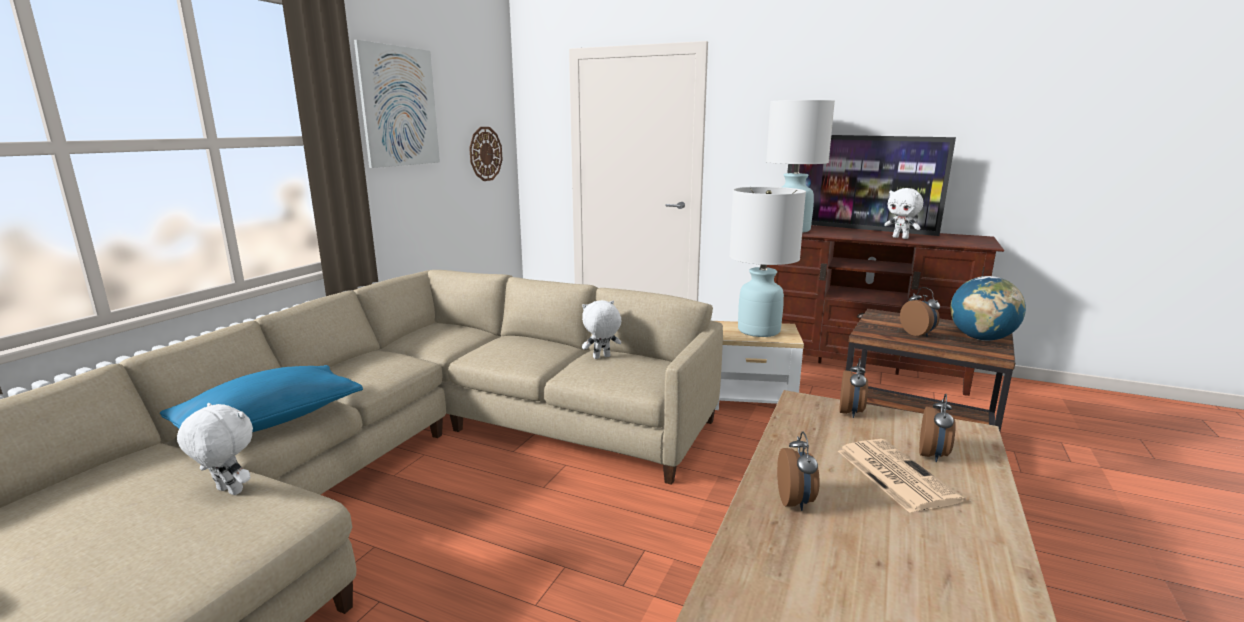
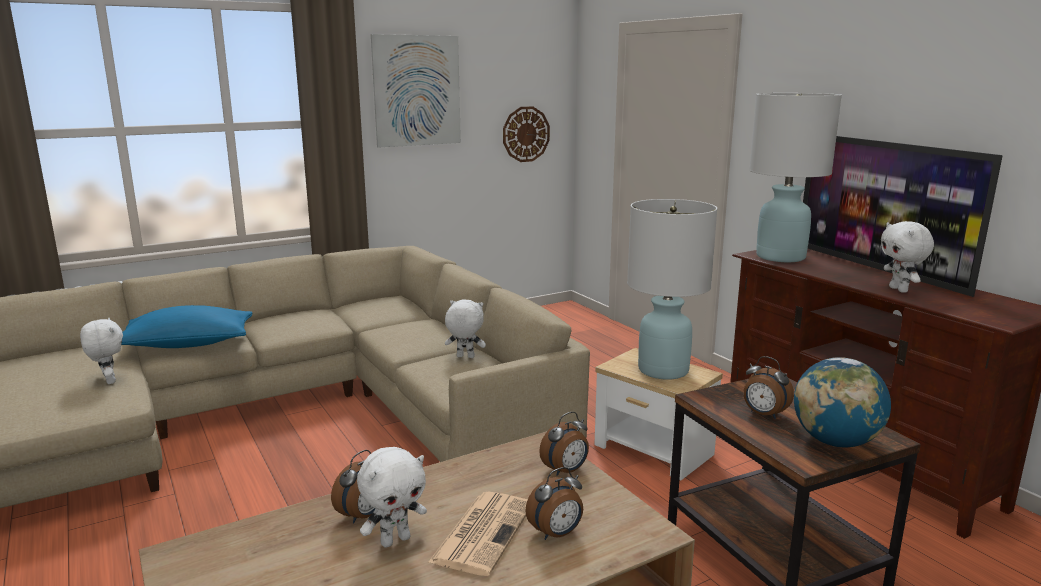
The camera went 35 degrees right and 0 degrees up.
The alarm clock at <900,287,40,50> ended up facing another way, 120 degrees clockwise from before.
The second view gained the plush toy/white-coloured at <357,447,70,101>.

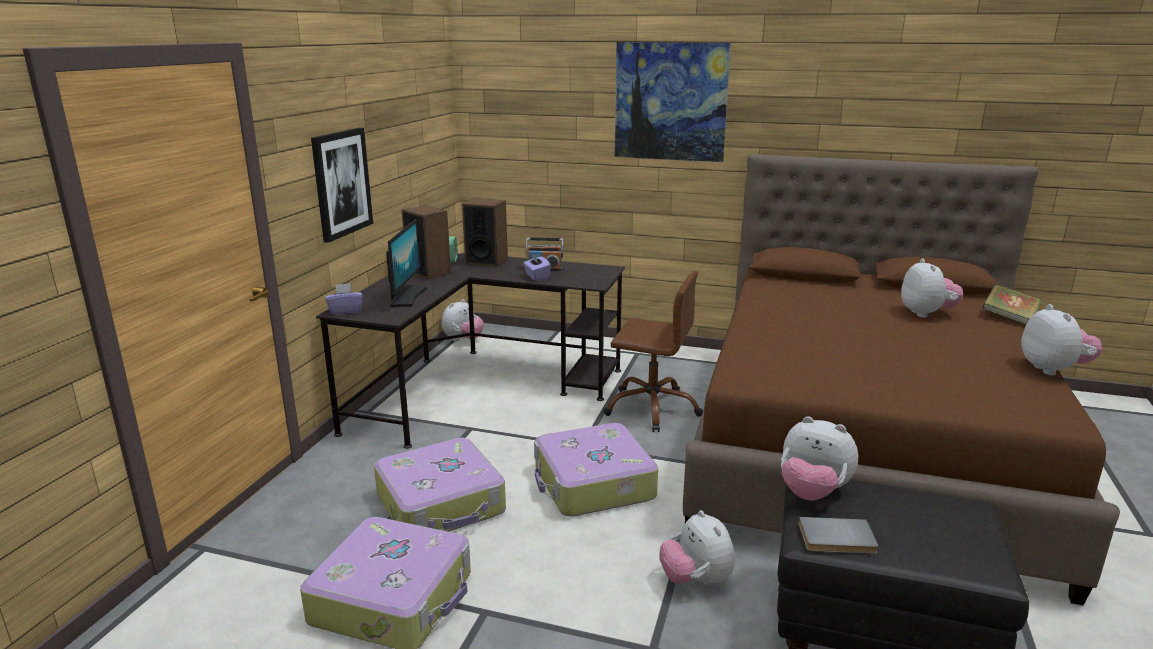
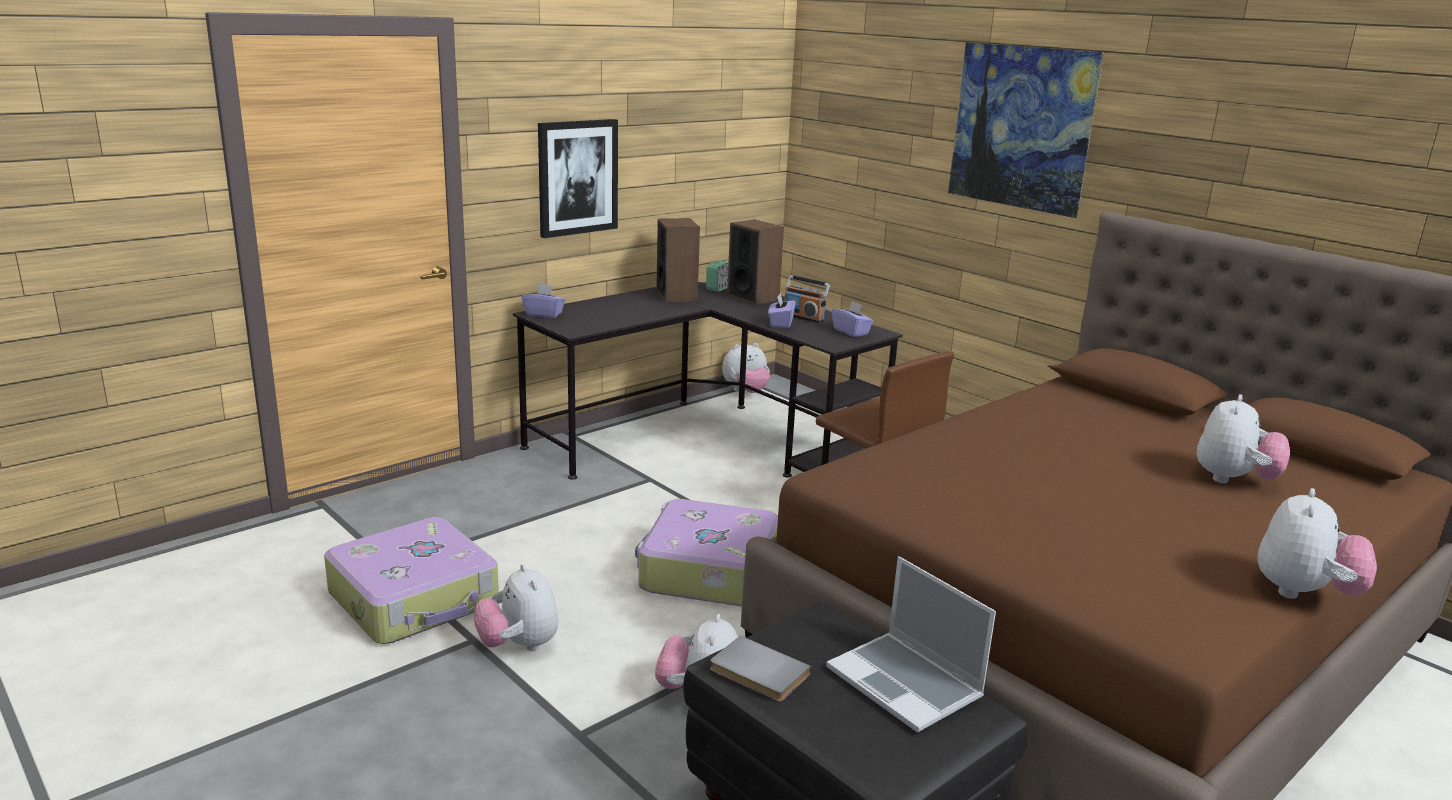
The camera went 30 degrees right and 0 degrees up.
The second view lost the monitor at <386,219,41,88>.
The second view lost the book at <982,284,61,40>.
The plush toy ended up elsewhere, having gone from <781,416,77,85> to <474,564,84,87>.
The second view lost the piece of luggage at <374,438,132,94>.
The second view gained the box of tissues/purple-coloured at <832,301,42,36>.
The second view gained the laptop at <826,556,170,176>.

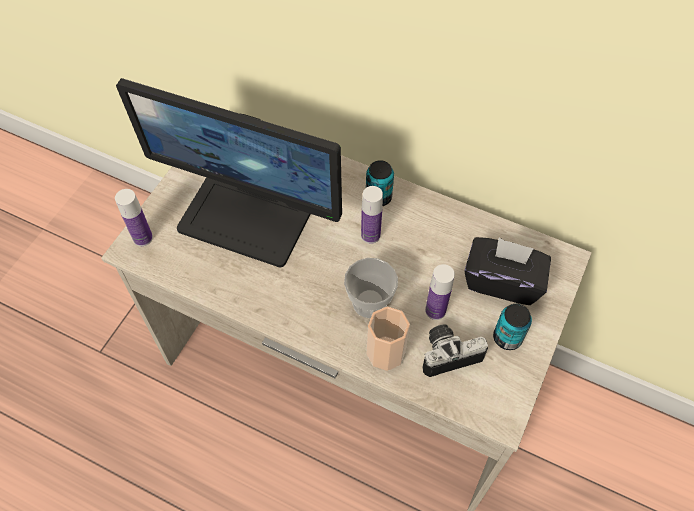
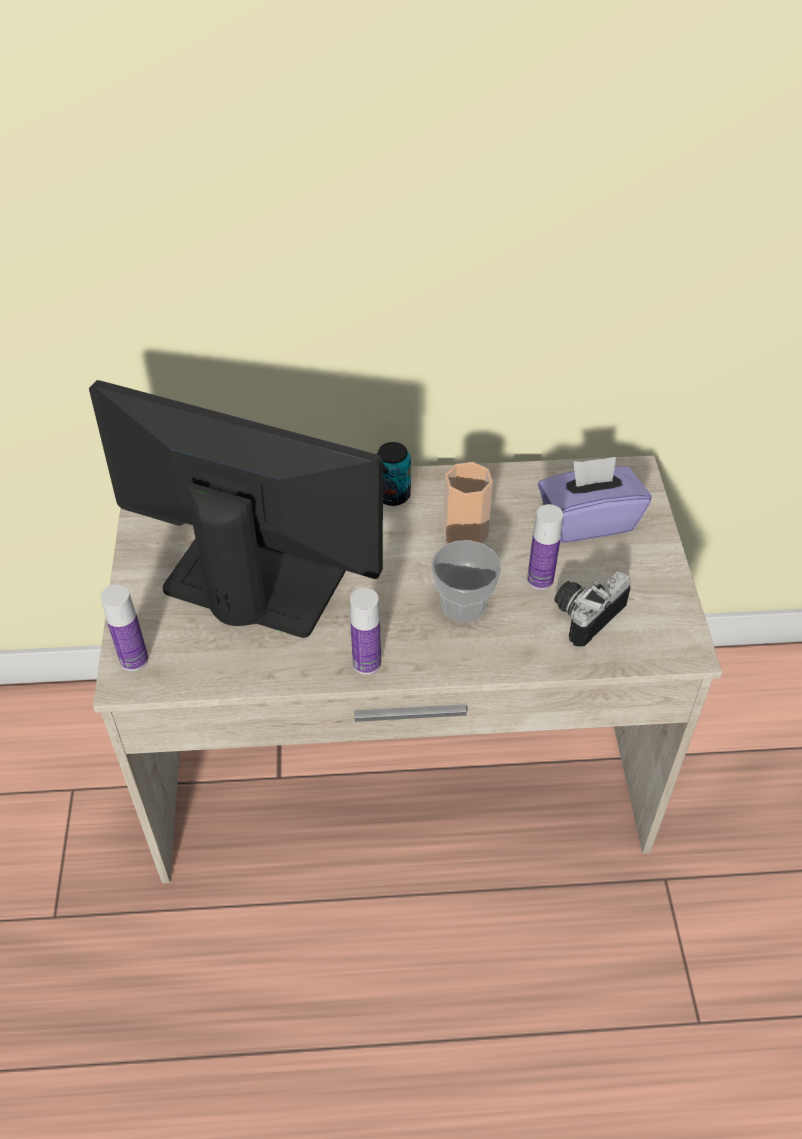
The camera went 30 degrees left and 10 degrees down.
The monitor at <116,78,226,189> ended up facing another way, 150 degrees counterclockwise from before.
The drink bottle ended up elsewhere, having gone from <361,186,22,58> to <350,588,31,87>.
What was the box of tissues/blackish at <464,237,87,68> turned into the box of tissues/purple-coloured at <538,457,113,86>.
The second view lost the sealed can at <493,304,39,46>.
The cup ended up elsewhere, having gone from <366,306,44,65> to <443,462,50,81>.

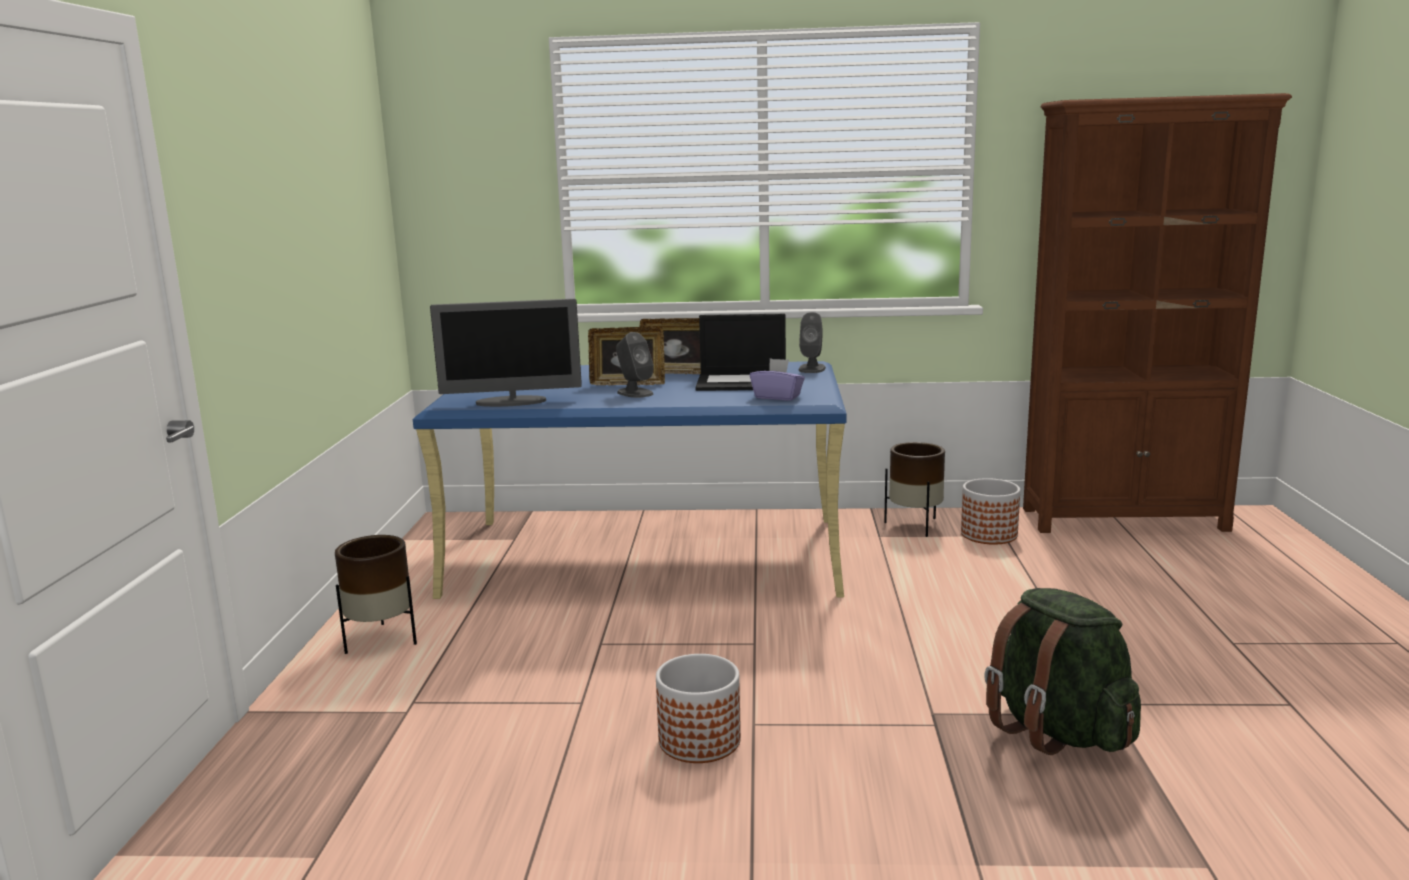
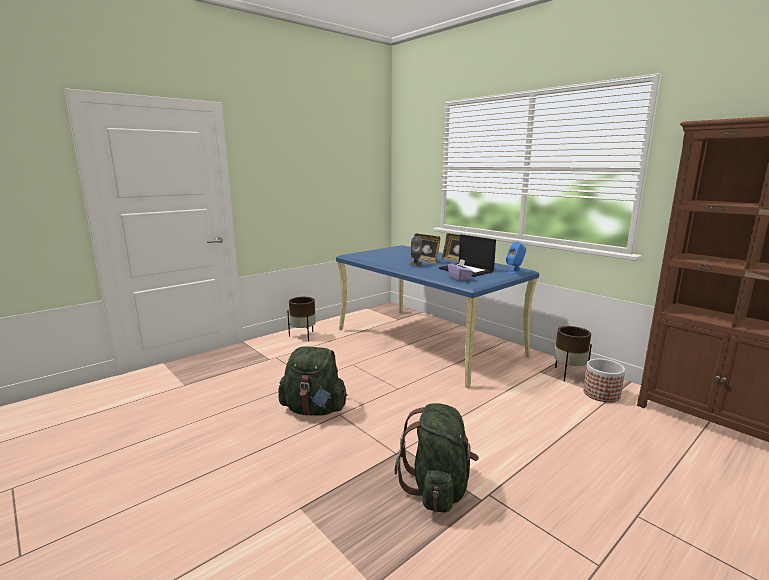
The camera went 45 degrees right and 0 degrees up.
The second view lost the monitor at <430,299,152,108>.
What was the speaker/greyish at <799,312,27,61> turned into the speaker/blue-coloured at <506,242,20,32>.
Where the flower pot stood at <656,654,85,109>, the rucksack/green-coloured came to stand at <278,346,70,70>.

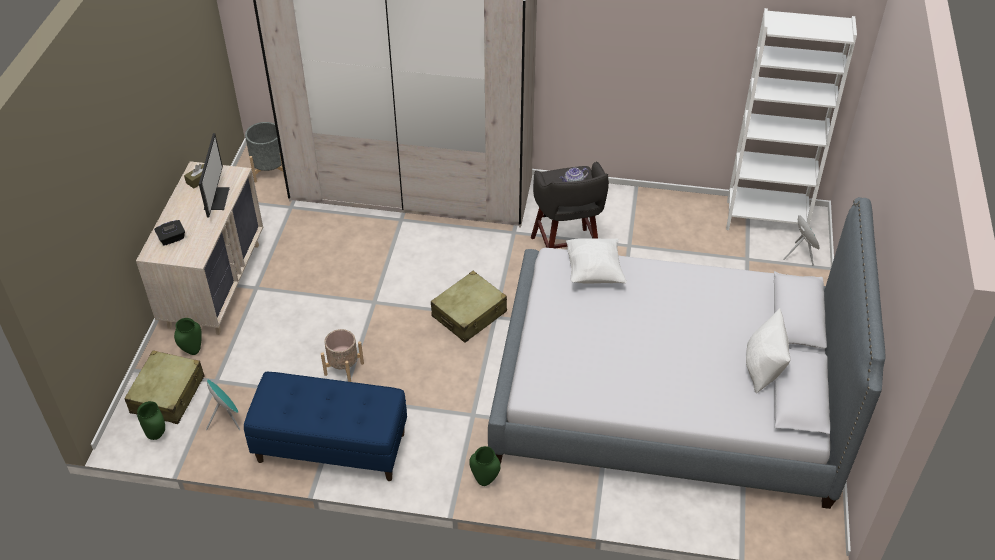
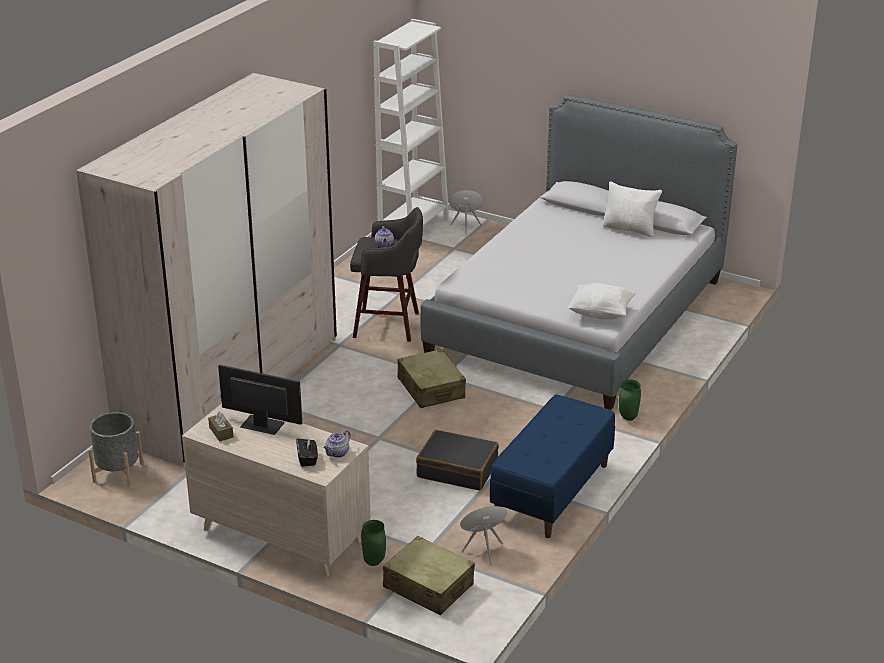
The camera went 70 degrees left and 15 degrees down.
The throw pillow/white-coloured ended up elsewhere, having gone from <566,238,61,46> to <568,283,68,37>.
Where the flower pot/beige stood at <321,329,43,53>, the piece of luggage/blackish came to stand at <416,430,83,61>.
The second view lost the flower vase/green-coloured at <137,401,28,39>.
The second view gained the pot for tea at <324,430,27,28>.

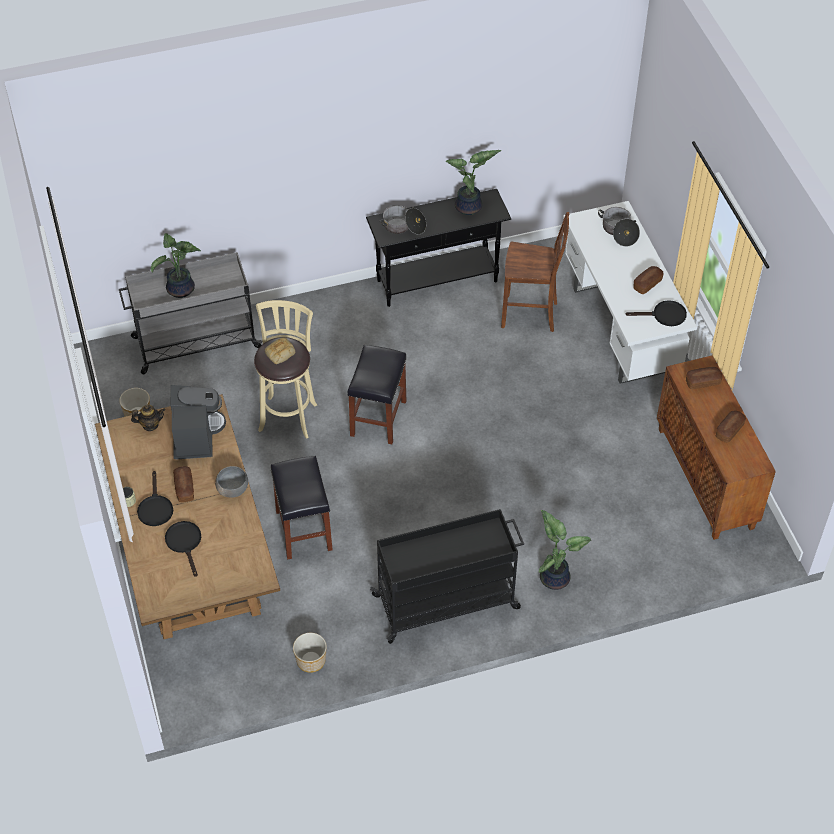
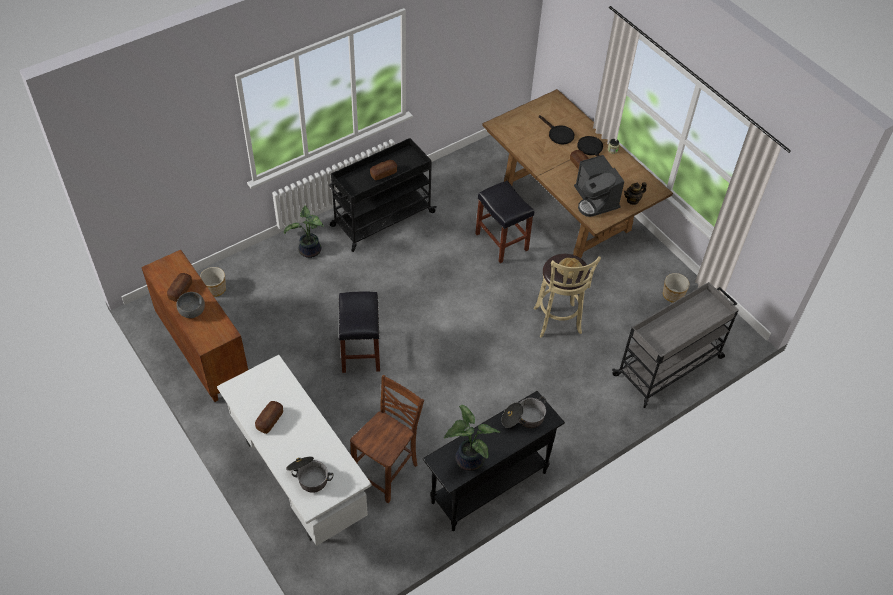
The camera went 160 degrees right and 0 degrees up.
The plain chair/brown-coloured at <501,212,68,120> ended up facing another way, 135 degrees clockwise from before.
The second view lost the potted plant at <151,233,50,65>.
The second view lost the pan/blackish at <625,300,62,26>.
The sitting stool/blackish ended up elsewhere, having gone from <347,345,60,99> to <339,292,41,81>.
The baked bread ended up elsewhere, having gone from <686,367,37,22> to <370,160,27,20>.
The bowl/greyish ended up elsewhere, having gone from <215,466,33,31> to <176,292,29,26>.
The flower pot ended up elsewhere, having gone from <293,633,34,40> to <200,267,26,30>.

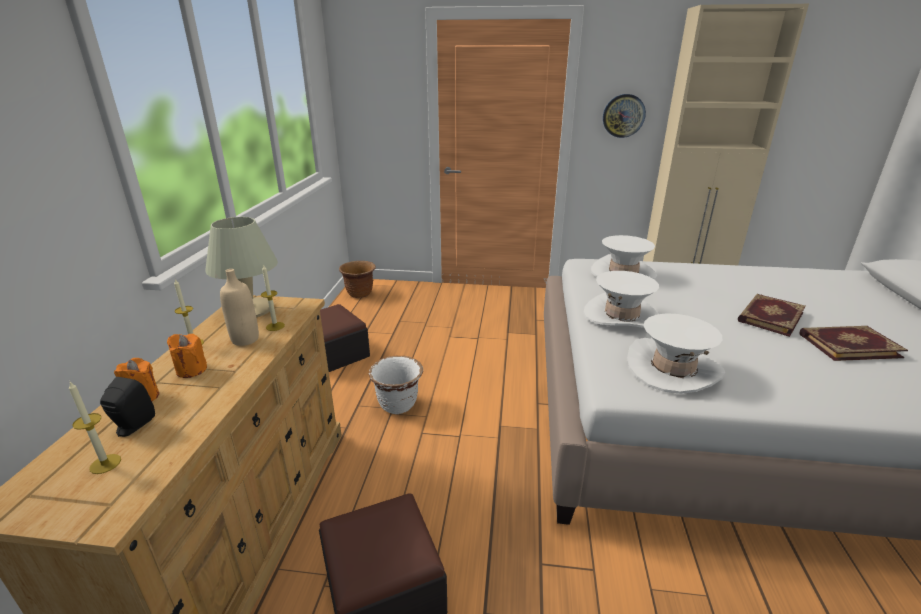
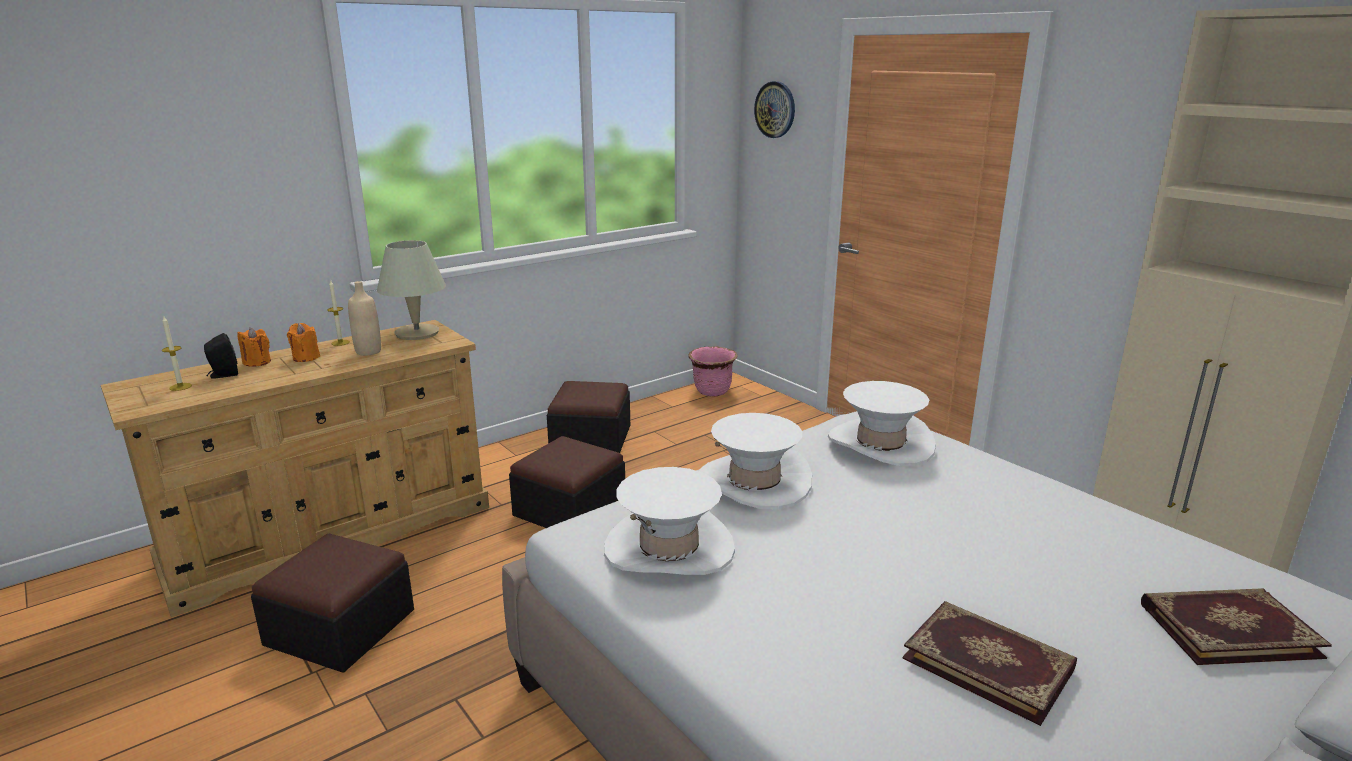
The camera went 45 degrees right and 5 degrees down.
The wall clock ended up elsewhere, having gone from <603,94,43,44> to <754,81,41,57>.
What was the flower pot/brown-coloured at <339,261,37,37> turned into the flower pot/pink-coloured at <688,346,49,51>.
The second view lost the candle at <261,264,24,67>.
The book ended up elsewhere, having gone from <738,294,67,43> to <1141,588,191,77>.
Where the flower pot/white-coloured stood at <369,356,54,58>, the footrest came to stand at <509,436,116,92>.

